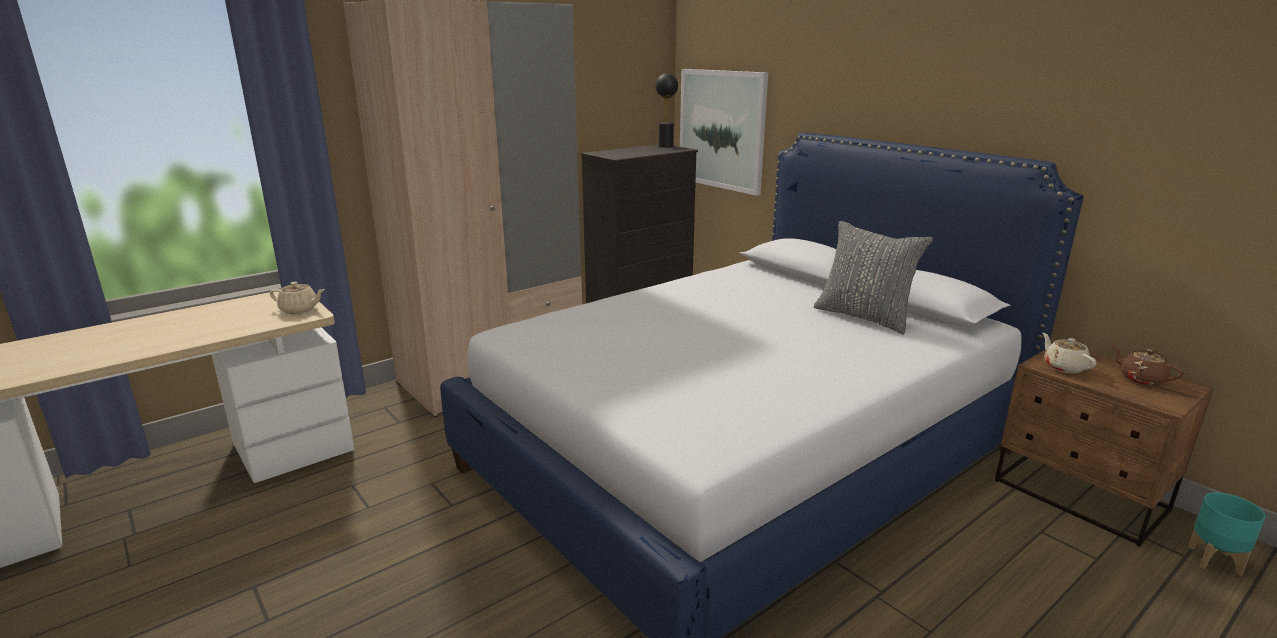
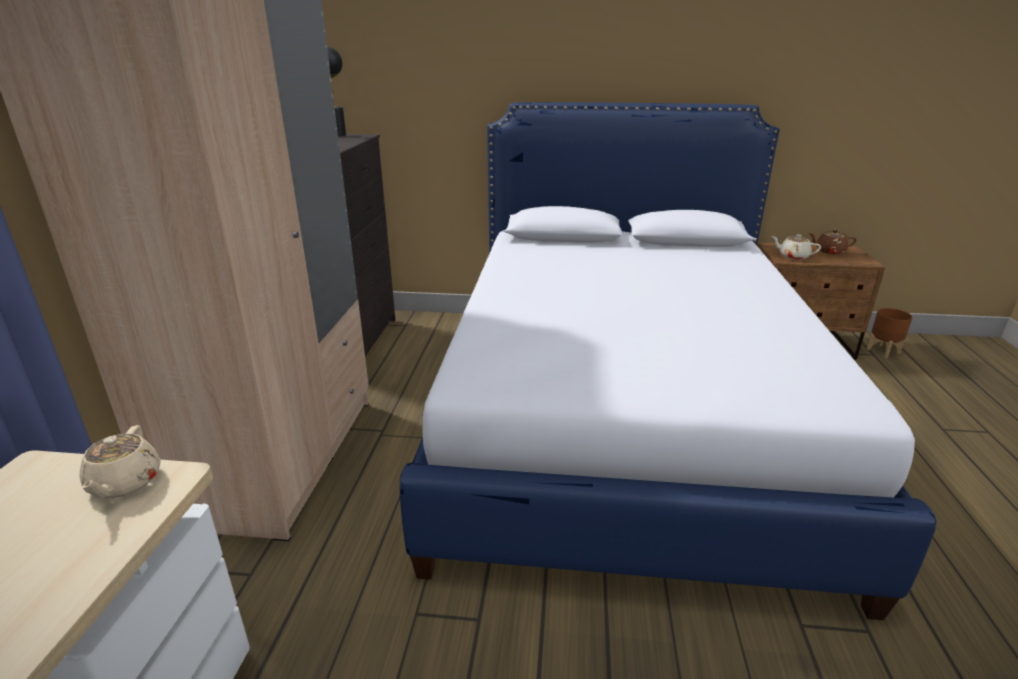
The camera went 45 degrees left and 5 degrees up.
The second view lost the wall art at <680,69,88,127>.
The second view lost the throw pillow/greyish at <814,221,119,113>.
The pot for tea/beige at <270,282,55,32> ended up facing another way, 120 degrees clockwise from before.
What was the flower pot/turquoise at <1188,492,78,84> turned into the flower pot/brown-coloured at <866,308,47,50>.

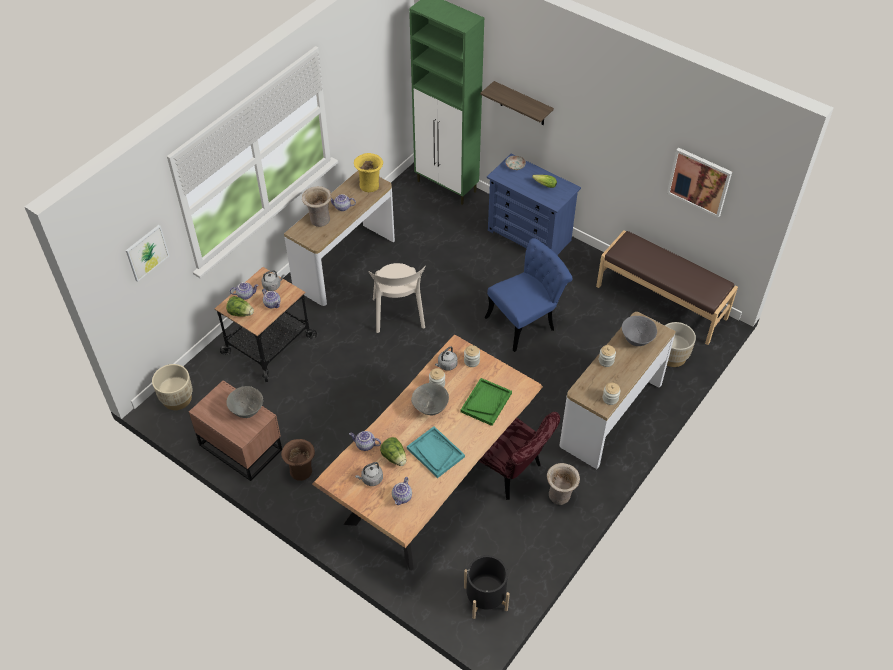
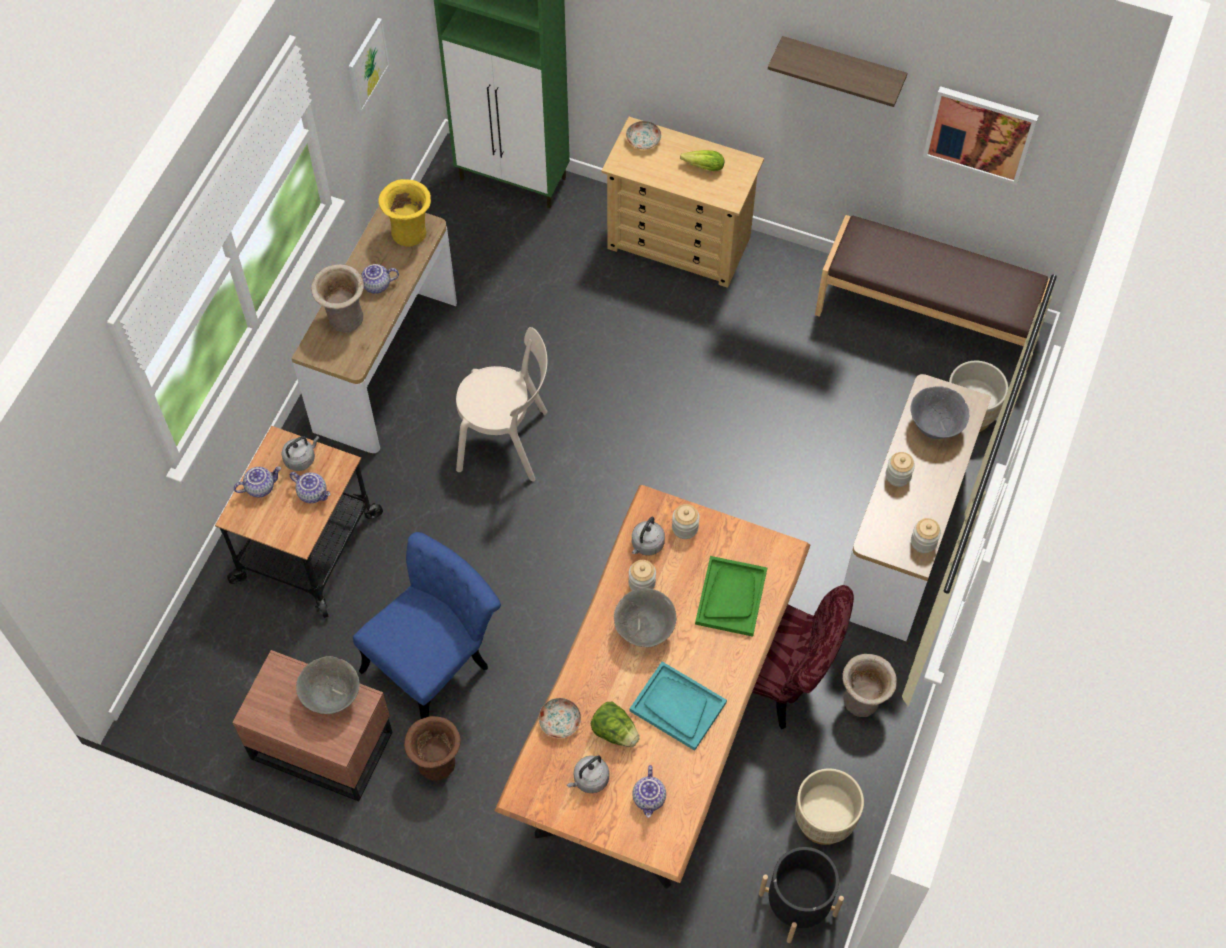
The camera went 15 degrees left and 10 degrees up.
The wall shelf ended up elsewhere, having gone from <480,81,74,44> to <768,36,139,71>.
What was the chest of drawers/blue-coloured at <487,154,94,101> turned into the chest of drawers/beige at <601,117,163,171>.
The wall art ended up elsewhere, having gone from <126,225,43,57> to <349,18,40,95>.
The plain chair/blue-coloured ended up elsewhere, having gone from <485,238,88,114> to <353,532,148,187>.
The plain chair/beige at <368,263,58,70> ended up facing another way, 60 degrees counterclockwise from before.
The second view lost the head of lettuce at <226,296,28,21>.
The flower pot/beige ended up elsewhere, having gone from <152,364,41,46> to <795,768,69,77>.
Where the pot for tea stood at <349,431,32,20>, the plate came to stand at <539,698,42,40>.

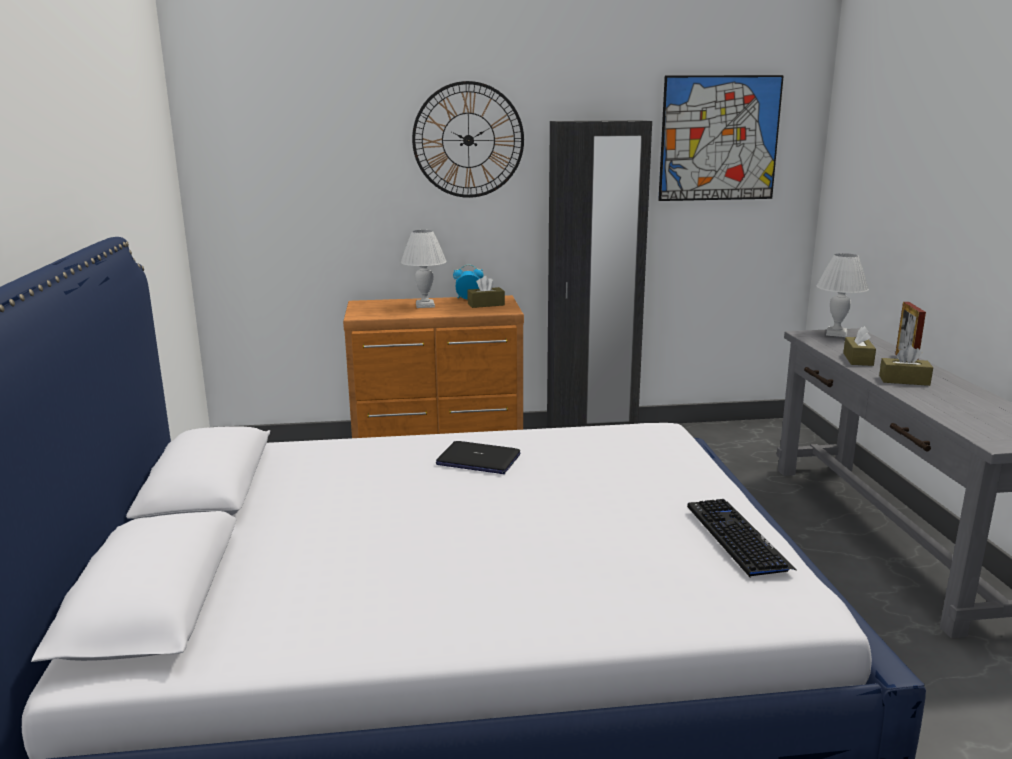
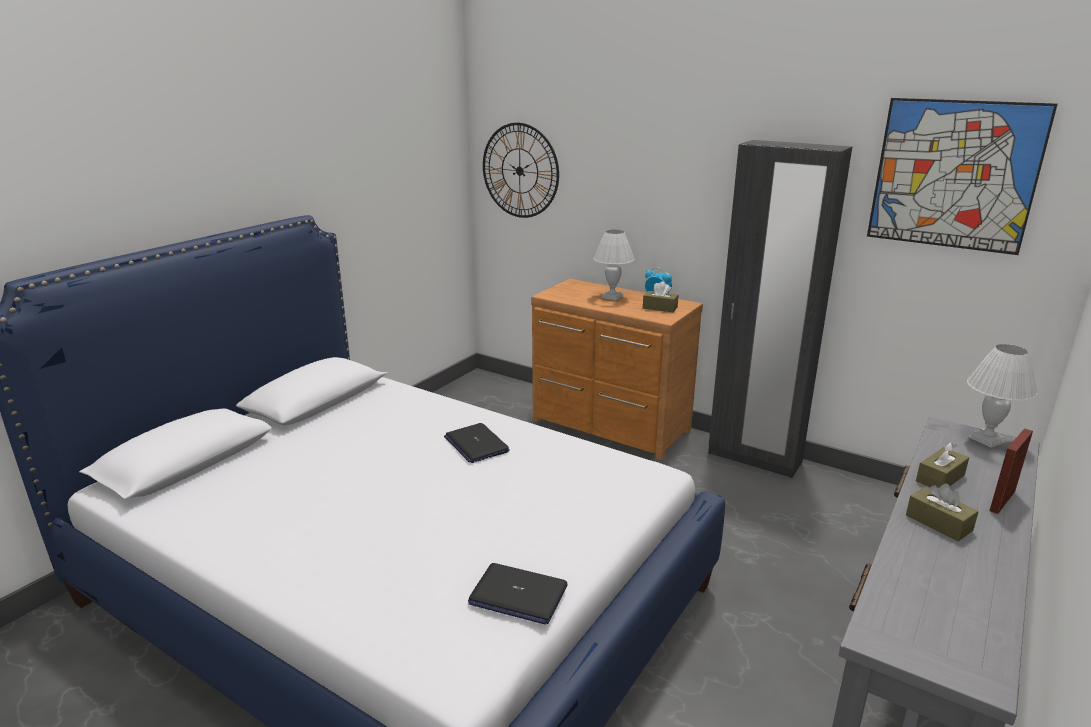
The camera went 40 degrees right and 5 degrees up.
The wall clock ended up elsewhere, having gone from <412,81,112,117> to <483,123,76,95>.
Where the computer keyboard stood at <687,499,111,78>, the laptop came to stand at <468,563,100,62>.

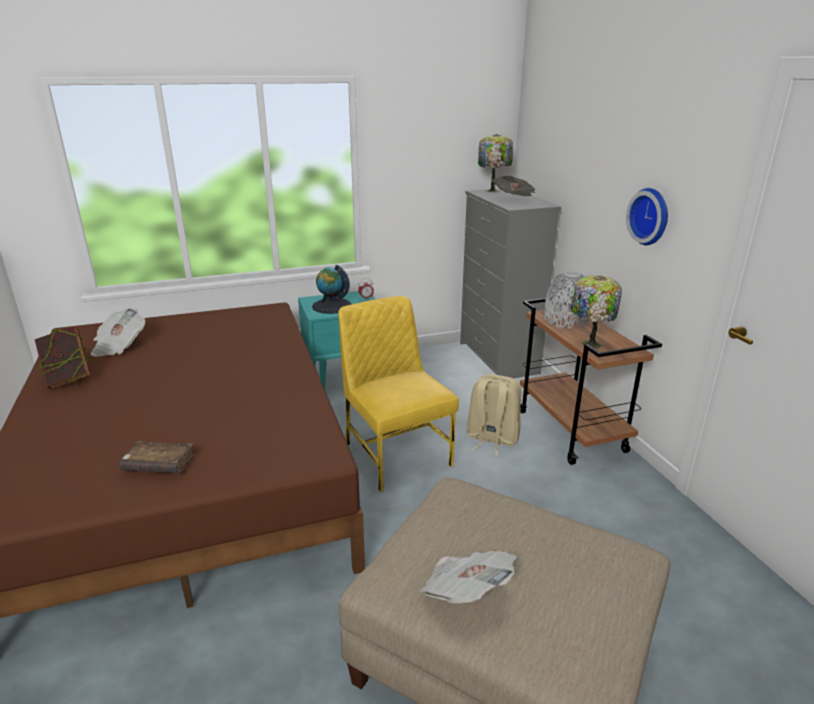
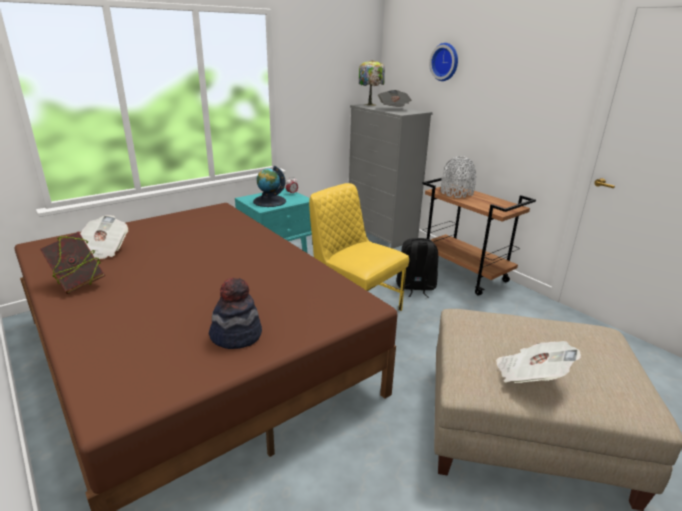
The camera went 20 degrees left and 0 degrees up.
The wall clock ended up elsewhere, having gone from <626,188,42,57> to <429,43,29,38>.
The second view lost the tabletop lamp at <571,276,51,73>.
What was the rucksack/beige at <467,374,55,82> turned into the rucksack/blackish at <396,238,42,60>.
Where the book/brown-coloured stood at <120,441,76,33>, the clothing hat came to stand at <209,278,53,71>.

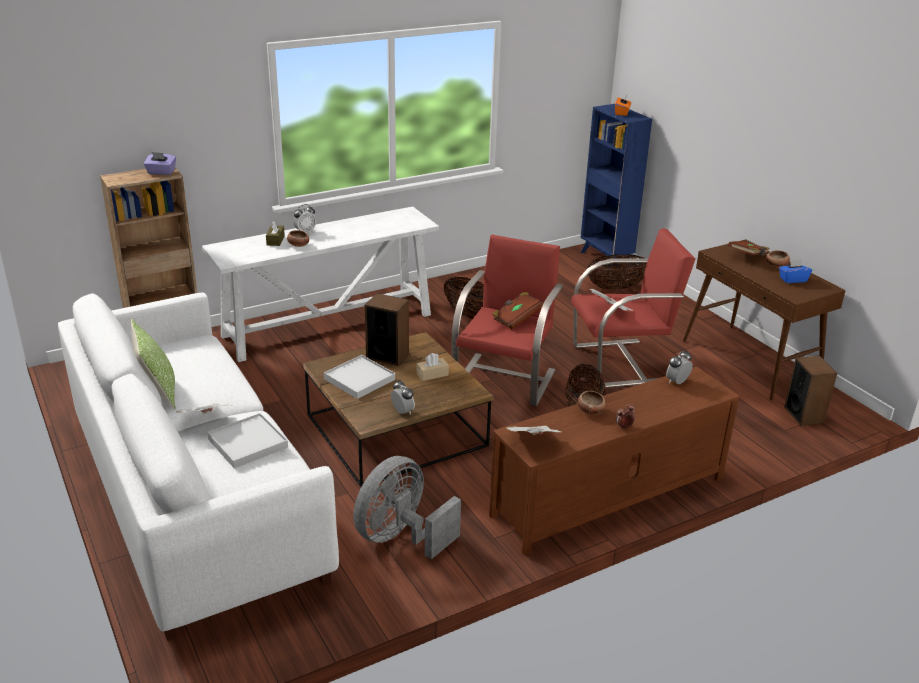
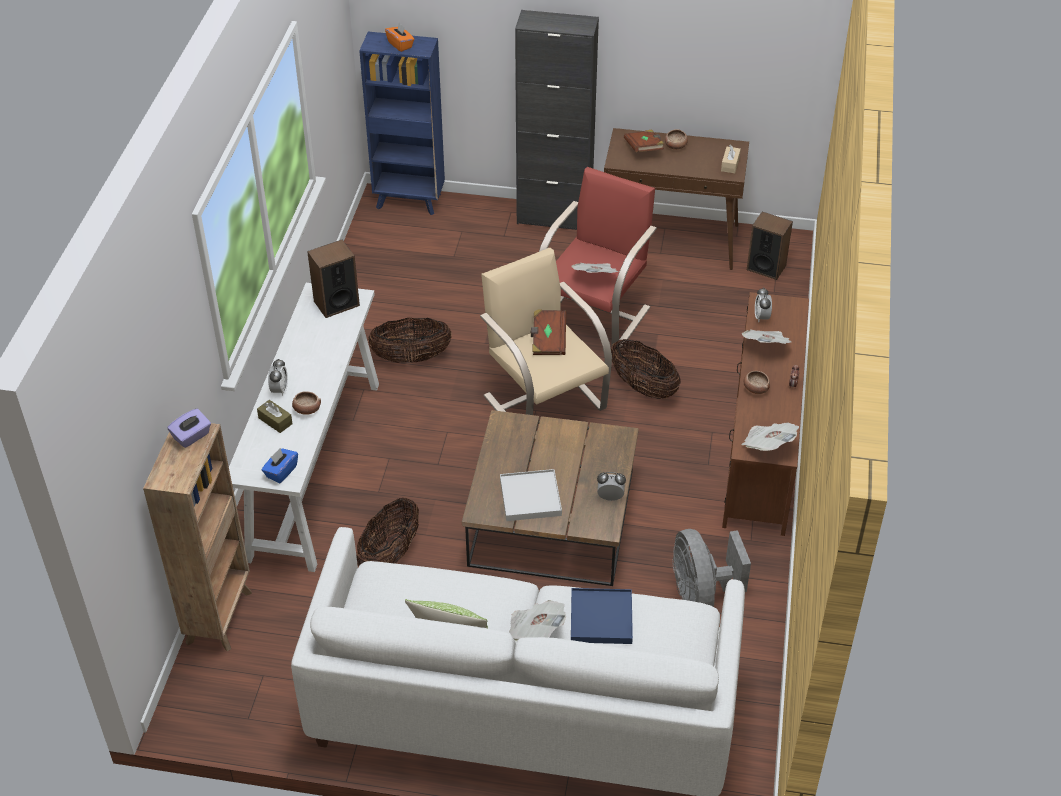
The camera went 50 degrees left and 15 degrees up.
What was the lounge chair/red at <452,235,111,171> turned into the lounge chair/beige at <480,248,132,167>.
The basket ended up elsewhere, having gone from <587,254,60,35> to <357,498,62,69>.
The box of tissues/blue-coloured ended up elsewhere, having gone from <779,259,33,24> to <262,448,36,35>.
The speaker ended up elsewhere, having gone from <365,293,44,73> to <307,240,53,78>.
The box of tissues/beige ended up elsewhere, having gone from <417,353,32,28> to <721,145,20,28>.
What was the carrying tray/white-coloured at <207,413,81,55> turned into the carrying tray/blue-coloured at <571,588,62,56>.
The second view gained the cupboard/blackish at <515,10,84,220>.
The second view gained the printed paper at <742,329,50,15>.

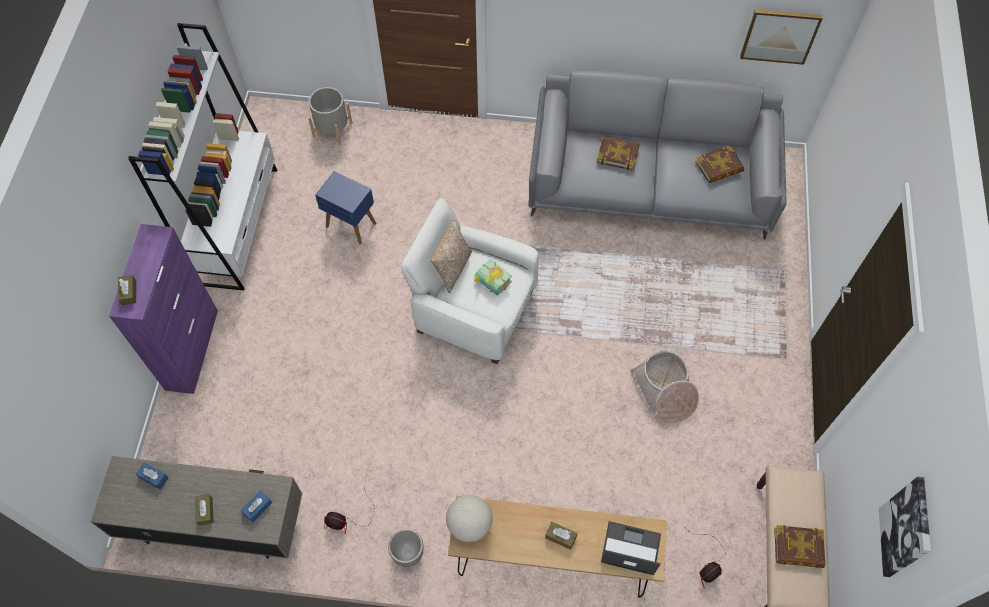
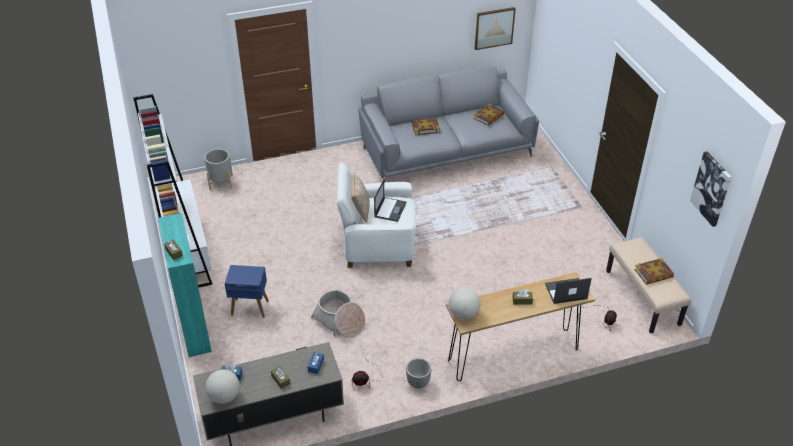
The camera went 25 degrees left and 20 degrees down.
The accent table/blue-coloured ended up elsewhere, having gone from <315,171,61,73> to <225,265,44,53>.
What was the cupboard/purple-coloured at <109,224,109,170> turned into the cupboard/turquoise at <158,213,54,144>.
Where the book stood at <474,259,38,36>, the laptop came to stand at <374,179,33,43>.
The basket ended up elsewhere, having gone from <630,351,69,72> to <311,290,54,48>.
The second view gained the world globe at <206,370,34,34>.

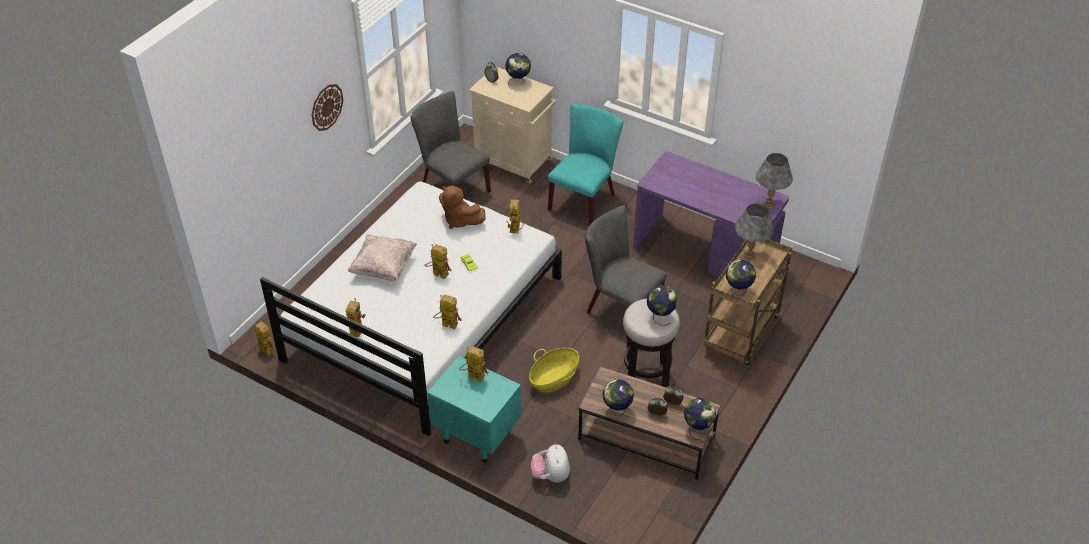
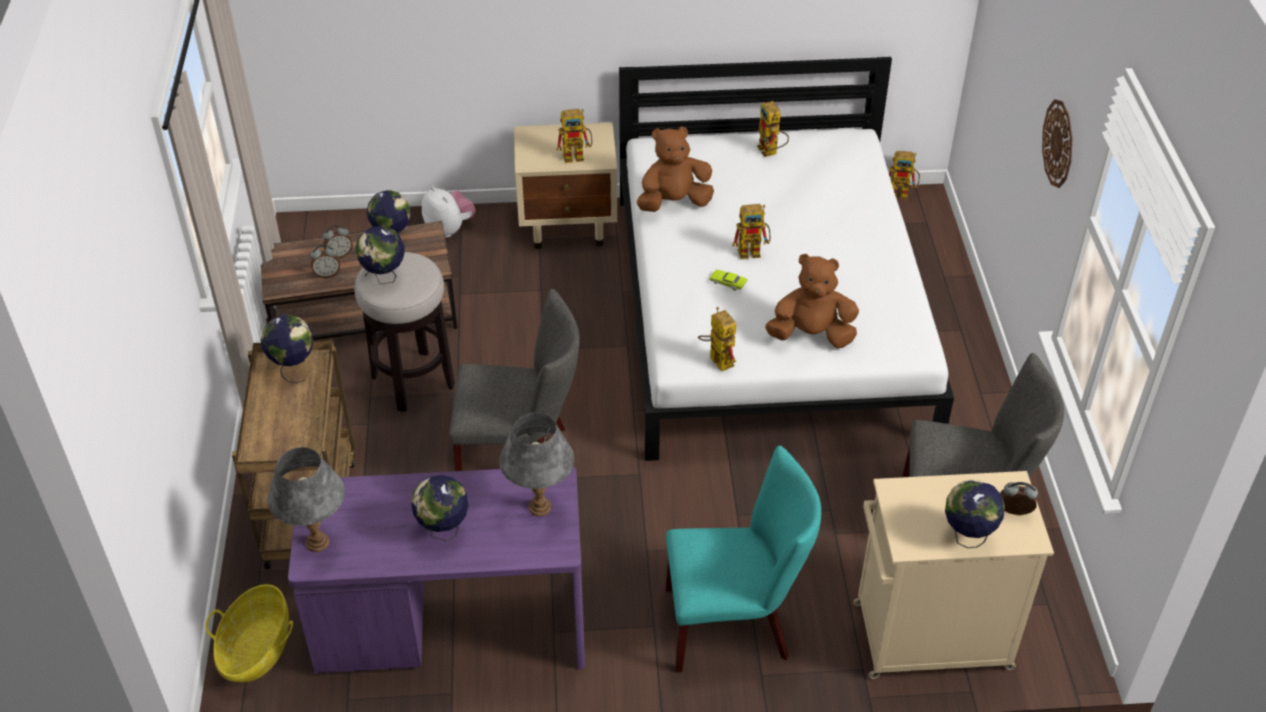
The camera went 145 degrees right and 0 degrees up.
The plain chair/turquoise at <548,103,75,123> ended up facing another way, 90 degrees counterclockwise from before.
The tabletop lamp/greyish ended up elsewhere, having gone from <735,203,39,57> to <499,412,75,104>.
The second view lost the throw pillow/beige at <348,234,69,47>.
Where the toy robot stood at <433,294,29,35>, the plush toy/brown-coloured came to stand at <637,127,77,85>.
The basket ended up elsewhere, having gone from <529,348,50,44> to <205,584,88,99>.
What was the nightstand/turquoise at <427,356,94,107> turned into the nightstand/beige at <514,122,103,127>.
The world globe ended up elsewhere, having gone from <684,398,32,42> to <411,475,57,67>.

